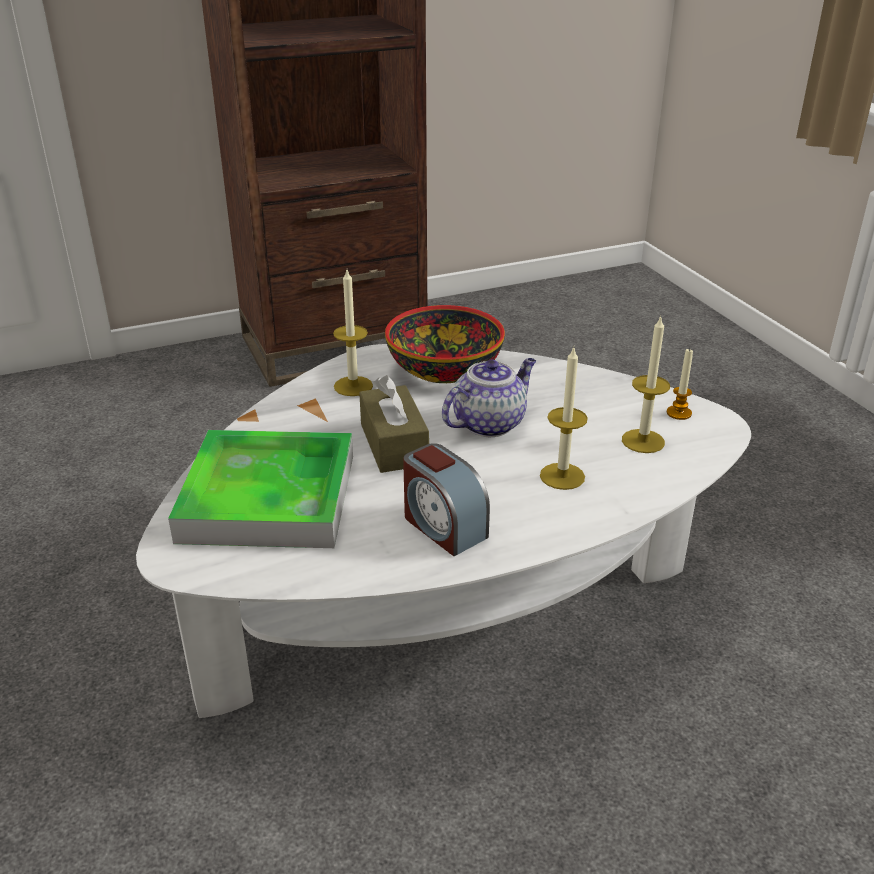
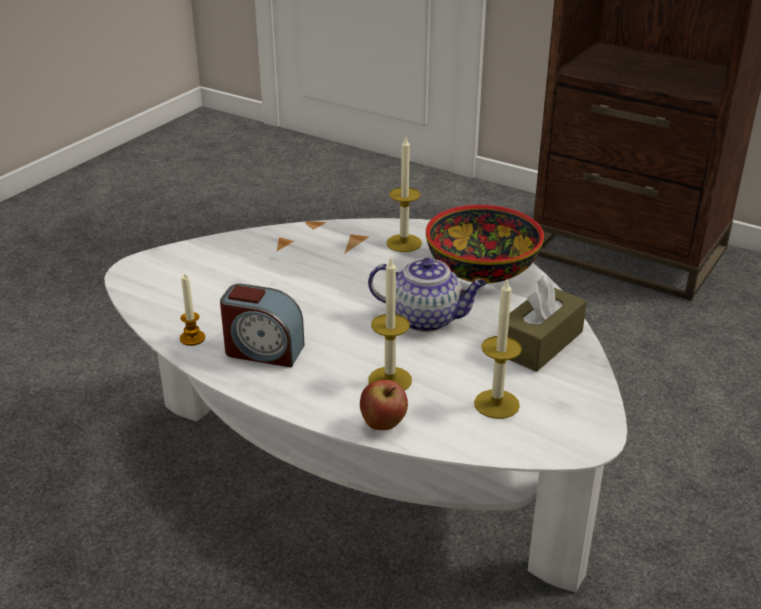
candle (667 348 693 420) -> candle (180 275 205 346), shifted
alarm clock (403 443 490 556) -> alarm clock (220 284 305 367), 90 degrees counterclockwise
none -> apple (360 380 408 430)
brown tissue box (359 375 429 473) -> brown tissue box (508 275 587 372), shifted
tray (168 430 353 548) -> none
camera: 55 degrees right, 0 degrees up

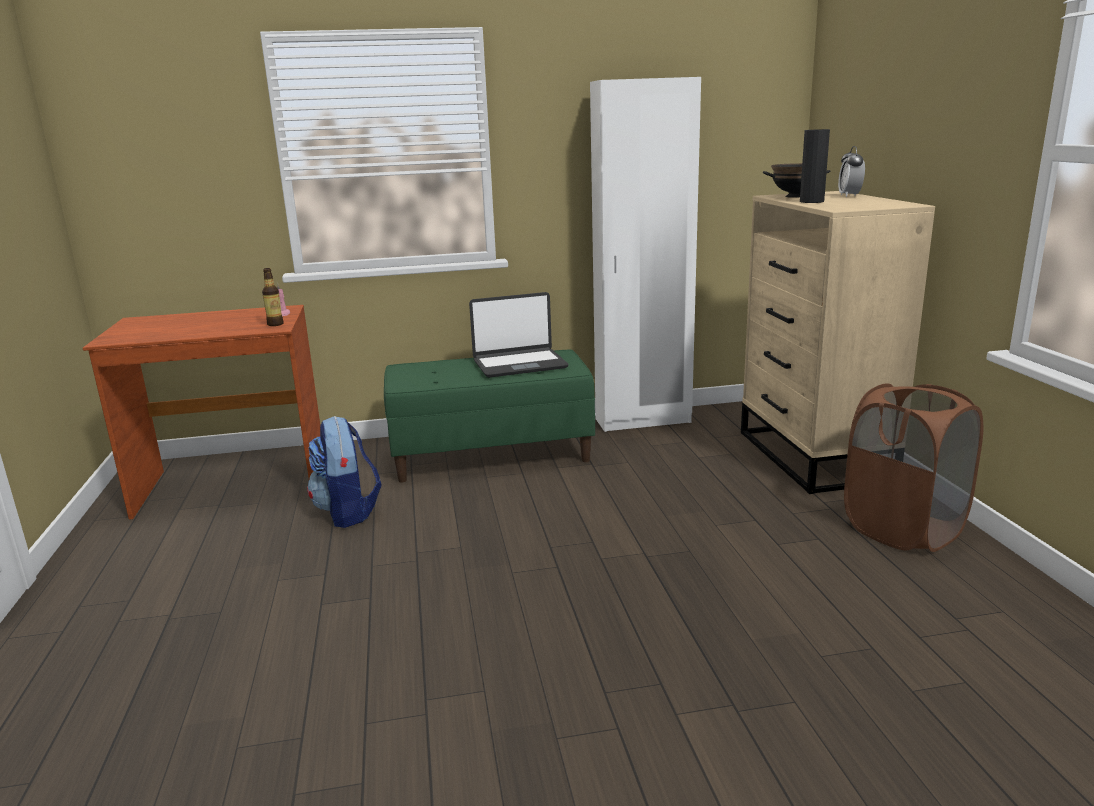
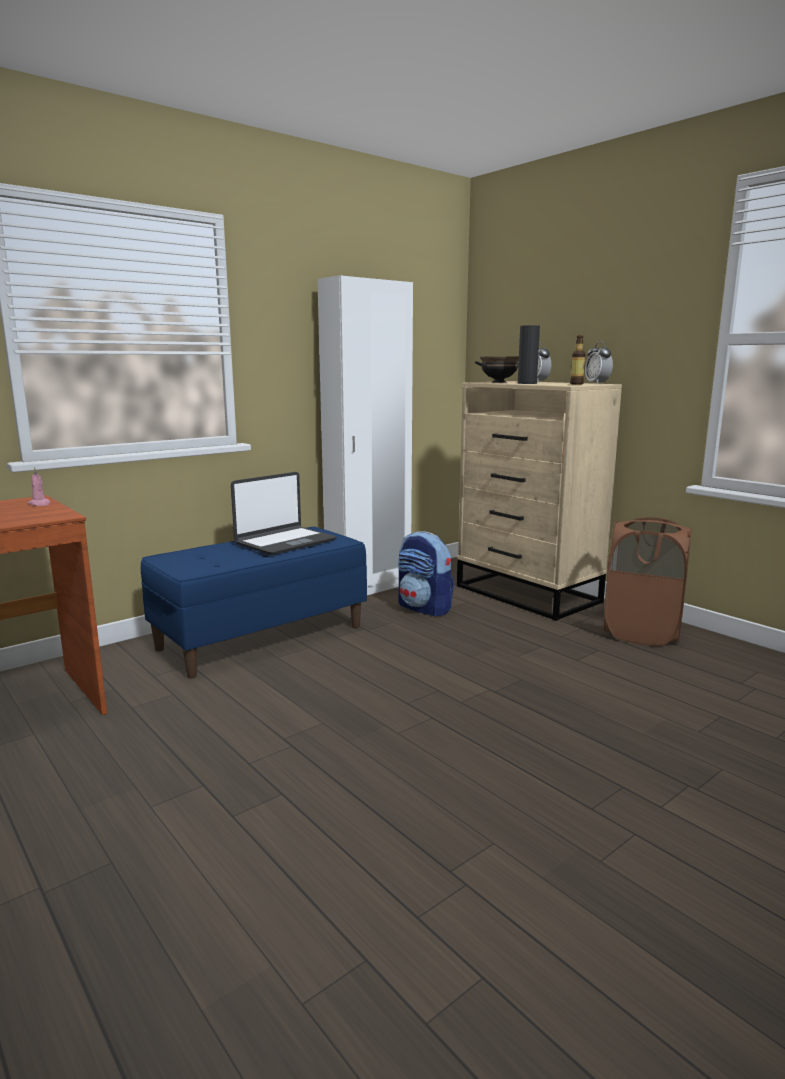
green bench (384 349 595 483) -> blue bench (141 527 367 679)
backpack (307 416 381 528) -> backpack (398 532 454 616), shifted
bottle (262 268 284 326) -> bottle (570 335 586 384), shifted
none -> alarm clock (585 341 613 384)
camera: 30 degrees left, 5 degrees down

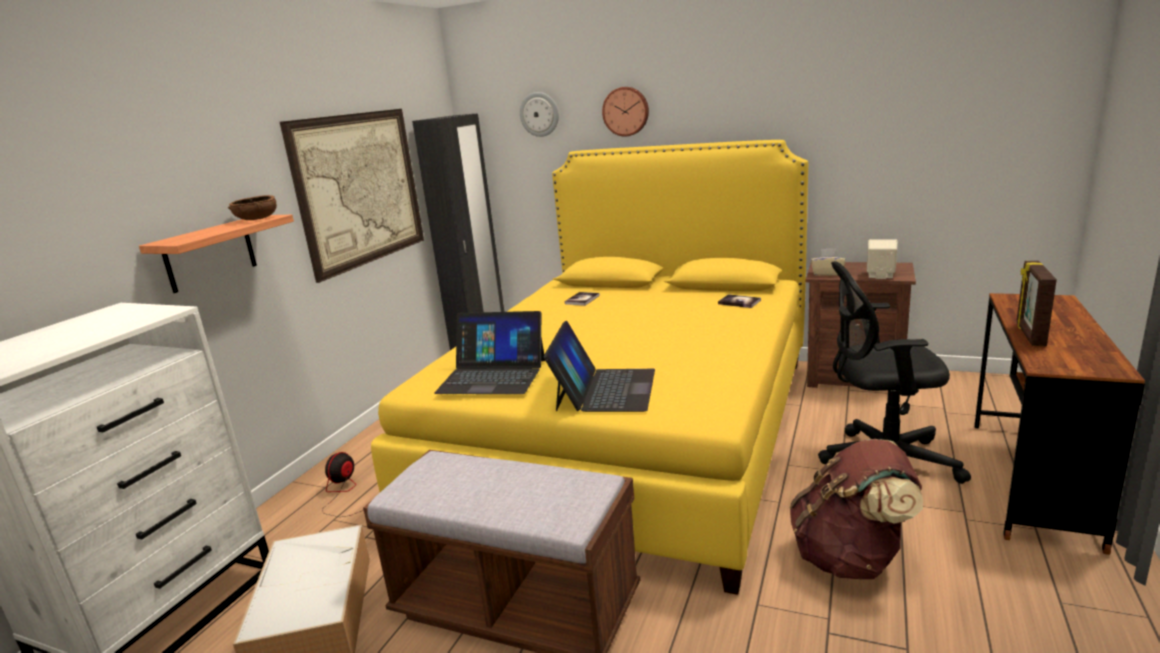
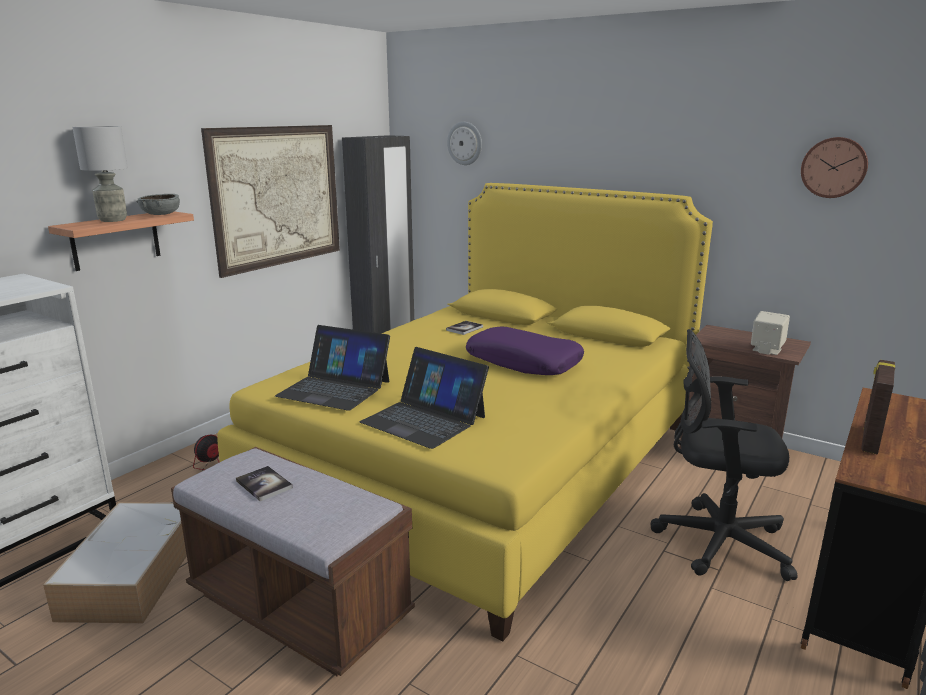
none -> grey table lamp (72 126 128 222)
brown bowl (228 195 277 220) -> grey bowl (136 194 180 215)
book (718 294 761 308) -> book (236 466 293 501), shifted
laptop (543 321 655 412) -> laptop (360 347 489 449), 105 degrees clockwise
none -> purple pillow (466 327 584 375)
wall clock (602 87 649 136) -> wall clock (801 137 868 198), shifted
brown backpack (790 439 923 579) -> none
beige tissue box (811 249 846 276) -> none
camera: 10 degrees right, 0 degrees up

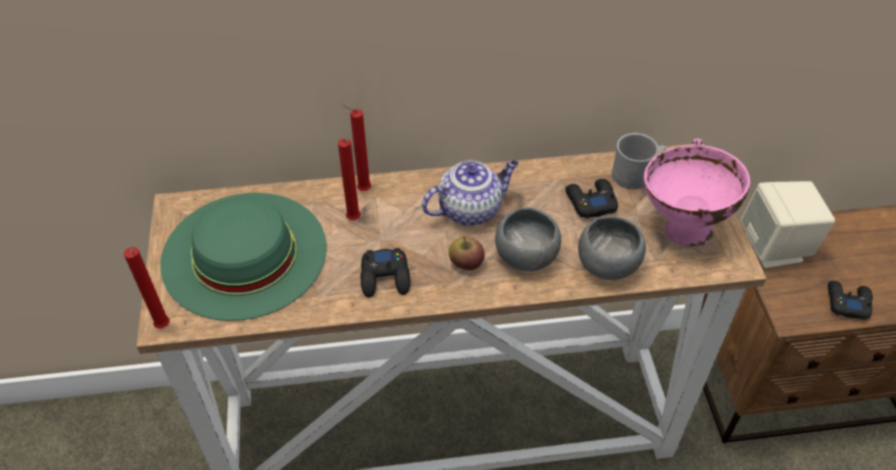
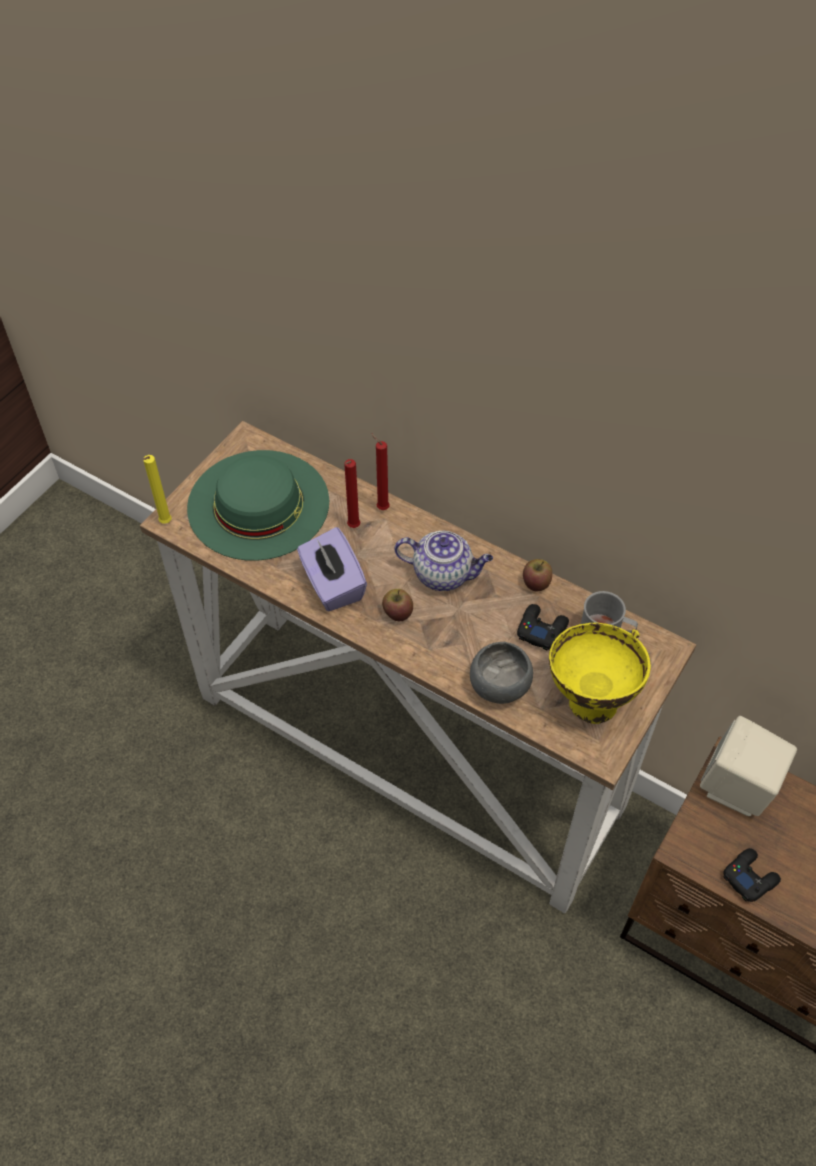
red candle (124 247 170 329) -> yellow candle (143 455 172 524)
black game controller (360 248 410 297) -> purple tissue box (297 527 367 611)
none -> apple (523 559 552 591)
pink bowl (644 138 750 246) -> yellow bowl (549 623 651 724)
grey bowl (495 207 561 271) -> none
camera: 40 degrees right, 5 degrees up

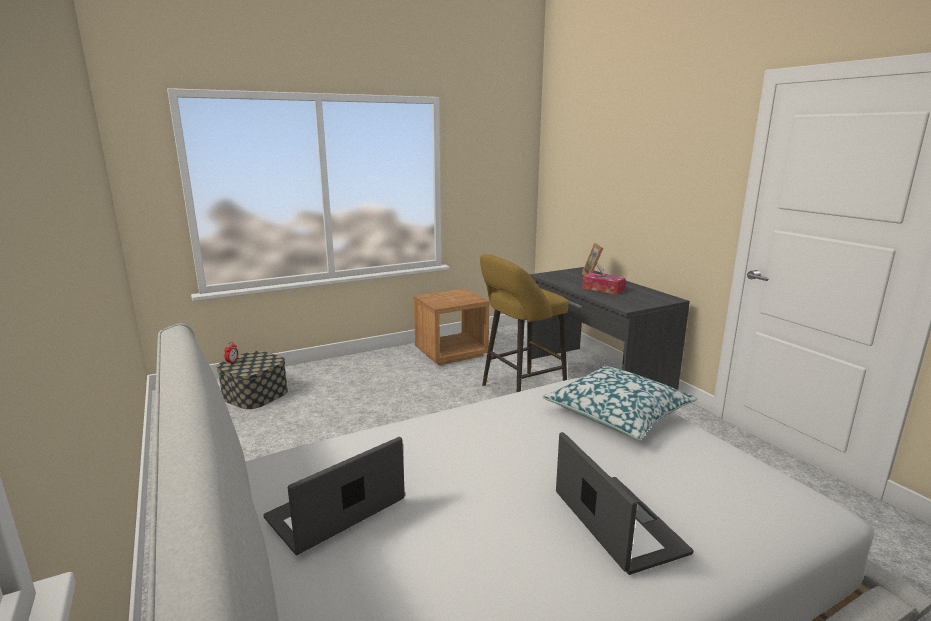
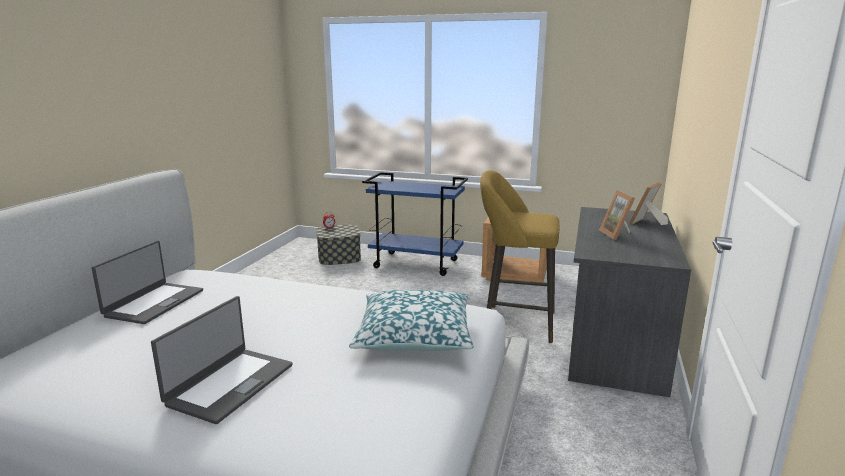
laptop (263 437 405 555) -> laptop (92 241 203 324), 105 degrees clockwise
none -> blue cart (362 172 468 276)
tissue box (582 273 626 295) -> picture frame (599 190 635 240)
camera: 45 degrees right, 0 degrees up

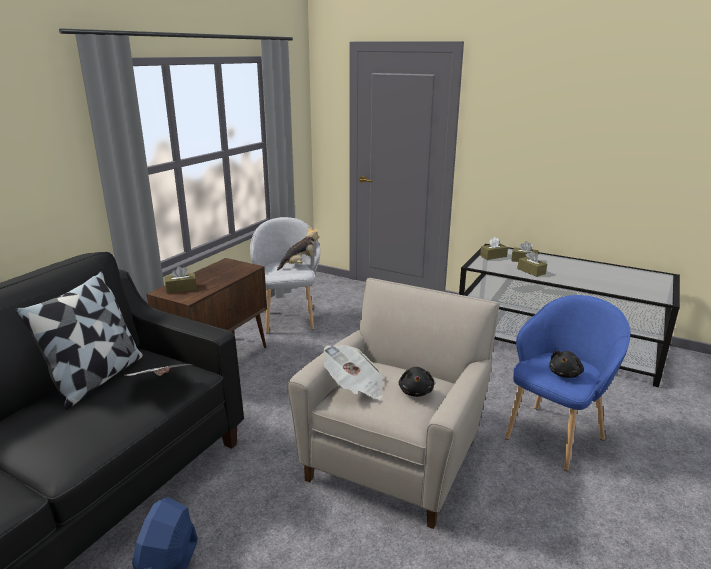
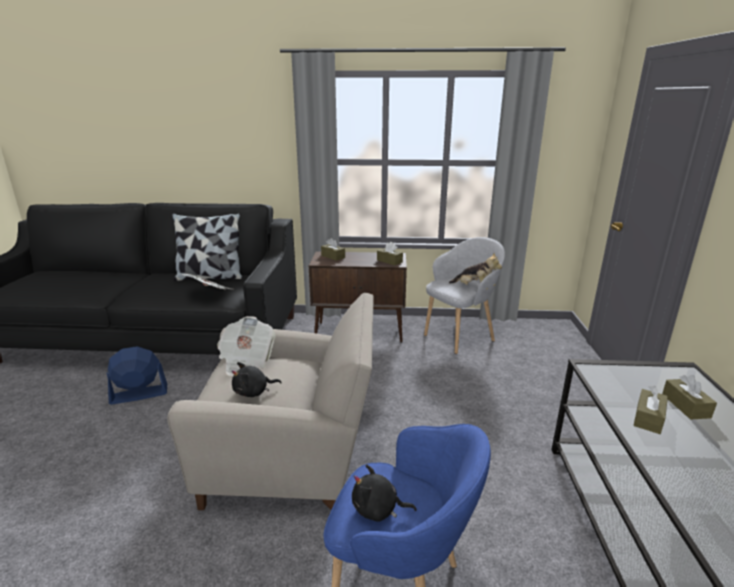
brown tissue box (480 237 508 260) -> brown tissue box (377 242 403 265), shifted
camera: 65 degrees right, 0 degrees up

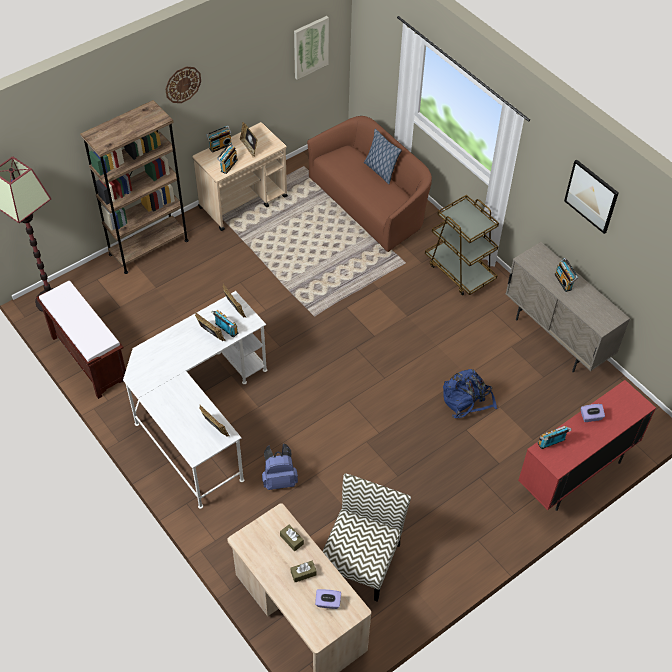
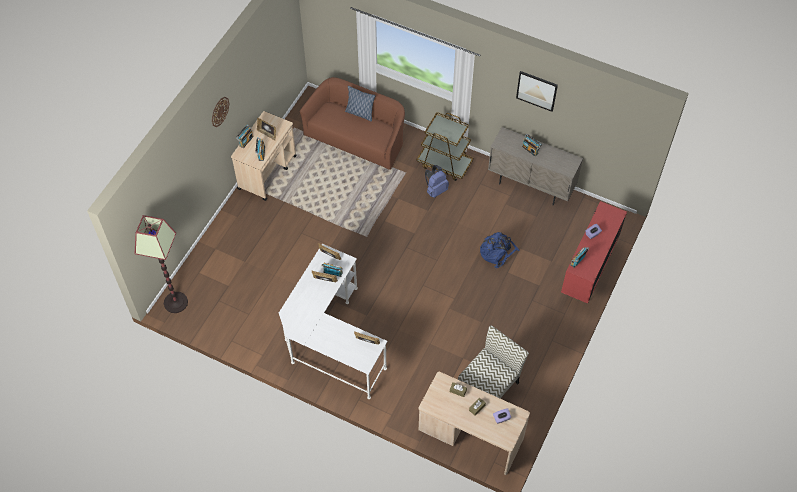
blue backpack (262 444 298 490) -> blue backpack (425 165 449 198), shifted
chair (322 473 411 602) -> chair (458 325 529 399), 45 degrees clockwise
brown bench (36 281 126 399) -> none
brown bookcase (80 100 189 274) -> none
picture (294 16 329 80) -> none
camera: 25 degrees left, 5 degrees up

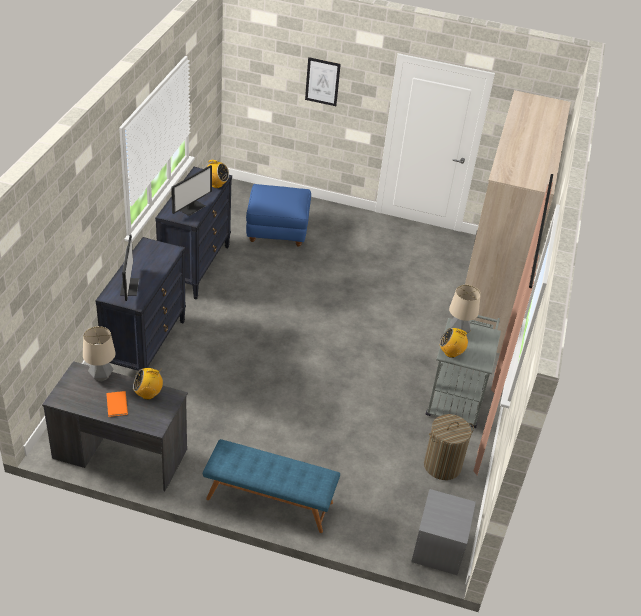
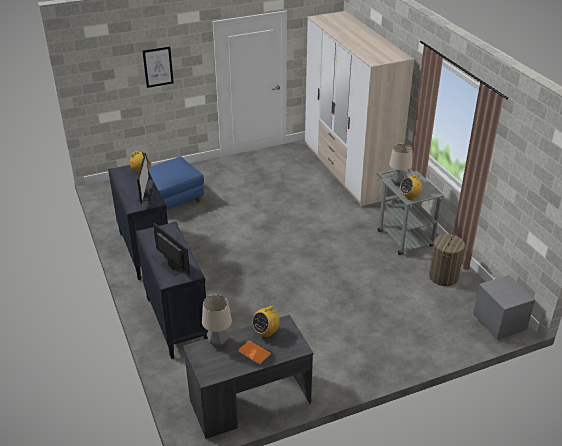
blue bench (203 439 340 533) -> none
camera: 35 degrees left, 5 degrees down

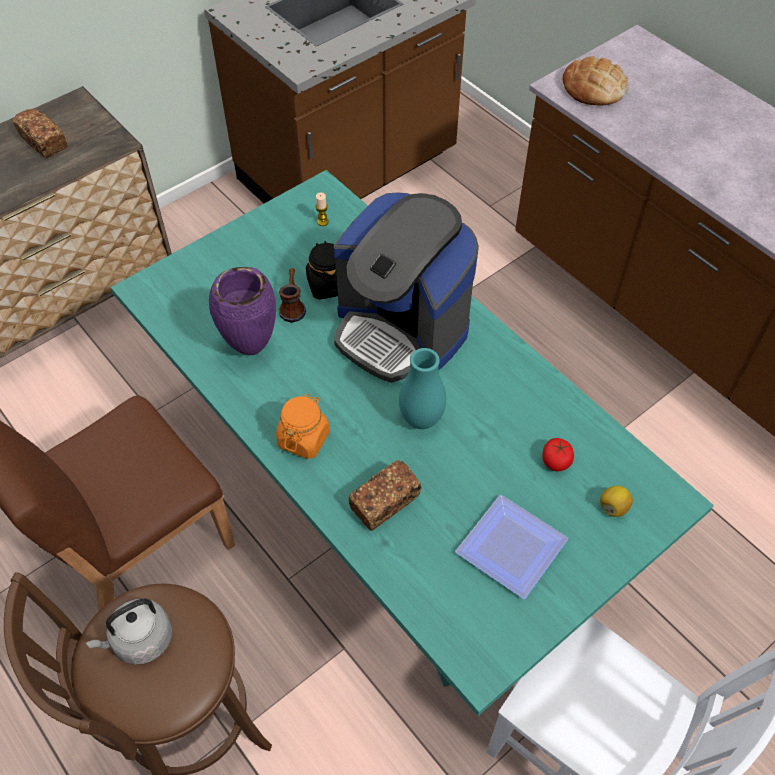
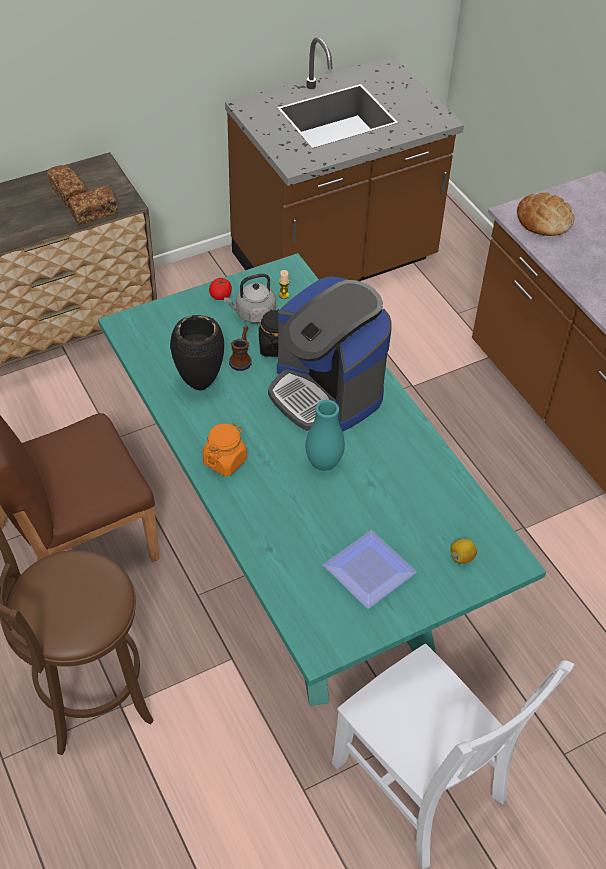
bread (349 460 422 531) -> bread (68 186 117 225), shifted
purple vase (209 267 276 355) -> black vase (170 315 224 391)
tomato (542 438 574 471) -> tomato (209 278 232 300), shifted
grey kettle (86 598 172 665) -> grey kettle (224 273 276 323), shifted
camera: 10 degrees right, 5 degrees down

